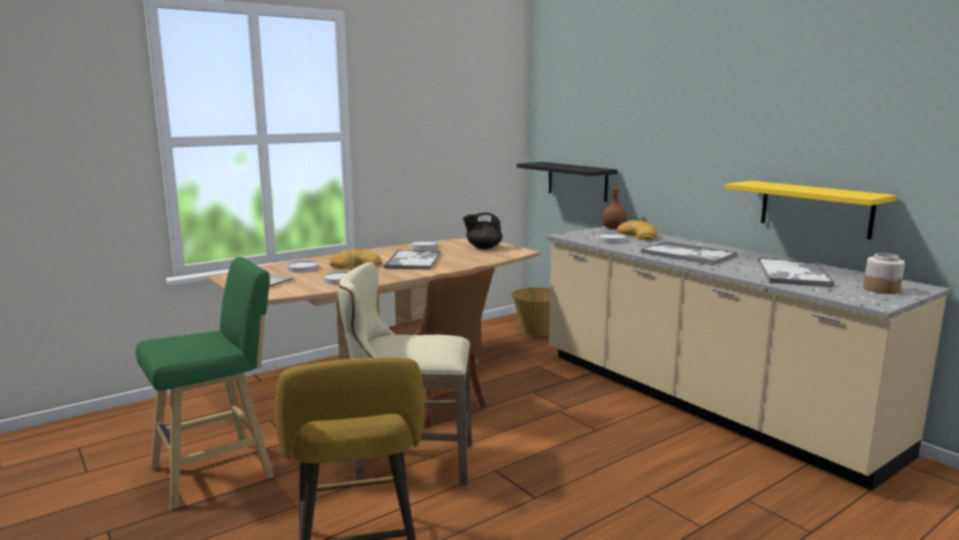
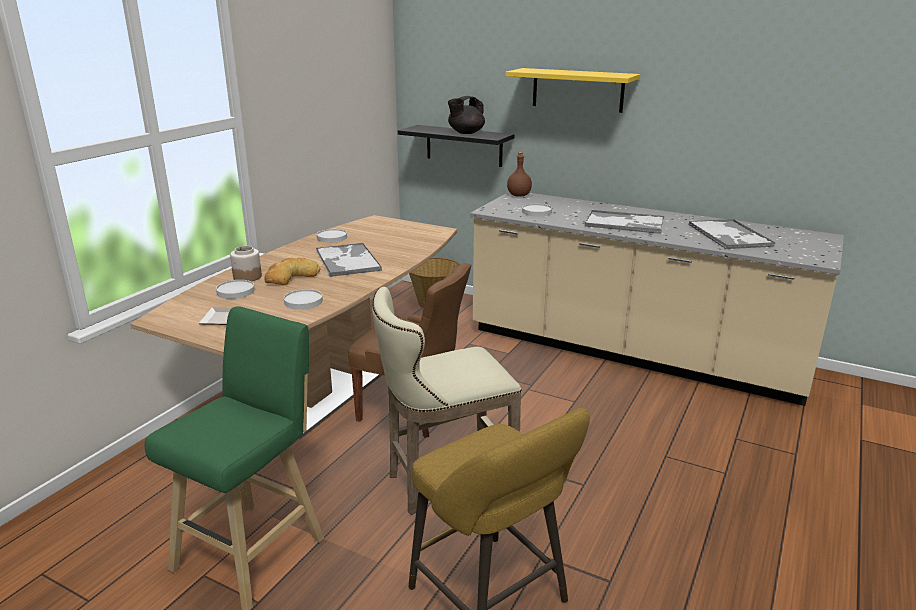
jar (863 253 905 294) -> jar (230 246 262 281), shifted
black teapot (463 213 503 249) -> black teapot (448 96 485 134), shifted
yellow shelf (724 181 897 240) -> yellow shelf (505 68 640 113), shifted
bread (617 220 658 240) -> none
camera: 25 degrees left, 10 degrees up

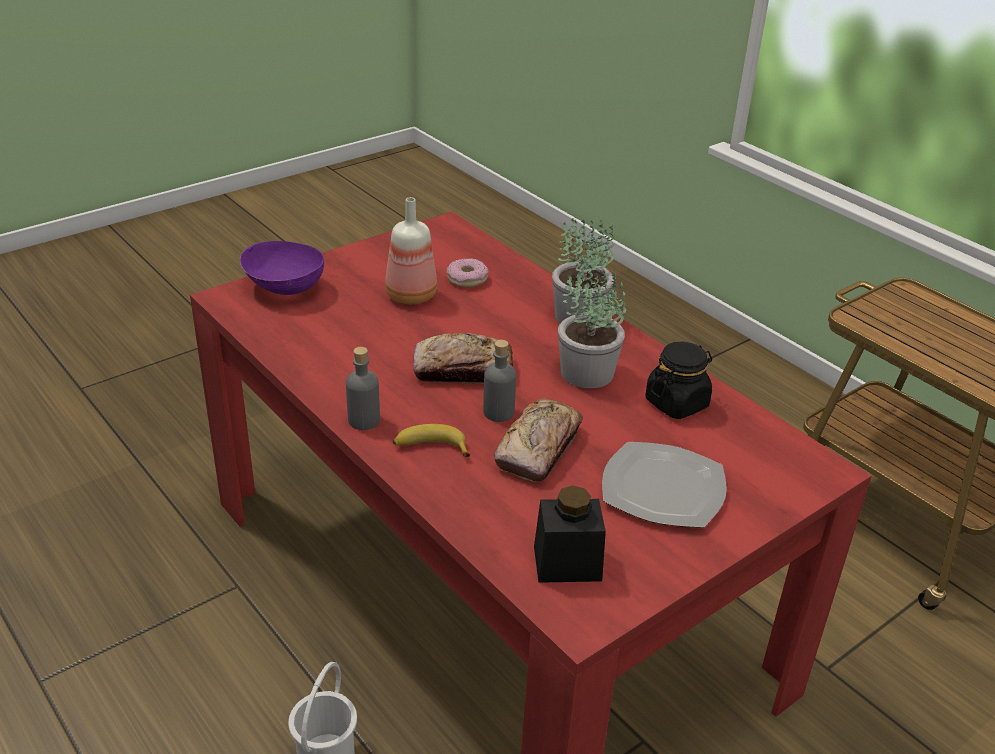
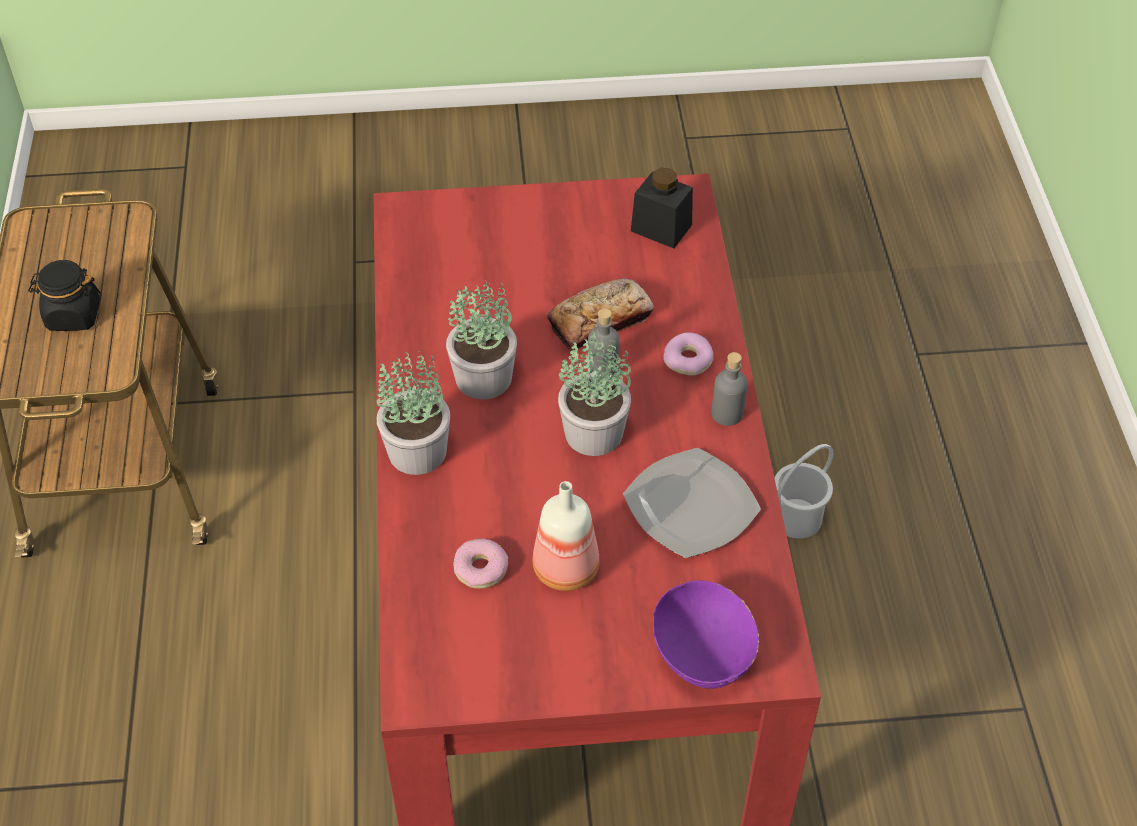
black jar (645 342 712 419) -> black jar (28 260 102 331), shifted
bread (413 333 513 384) -> potted plant (558 331 631 456)
plate (602 442 727 528) -> plate (623 448 761 558), shifted
banana (393 424 470 457) -> donut (664 333 714 375)
camera: 145 degrees left, 15 degrees up

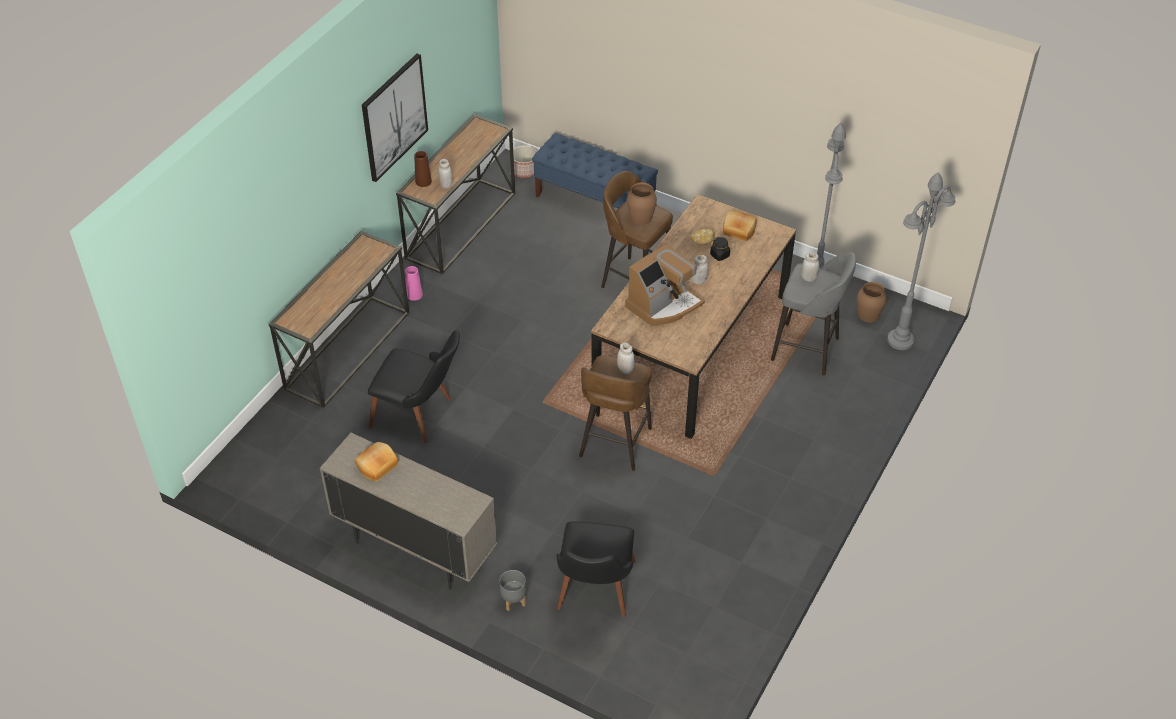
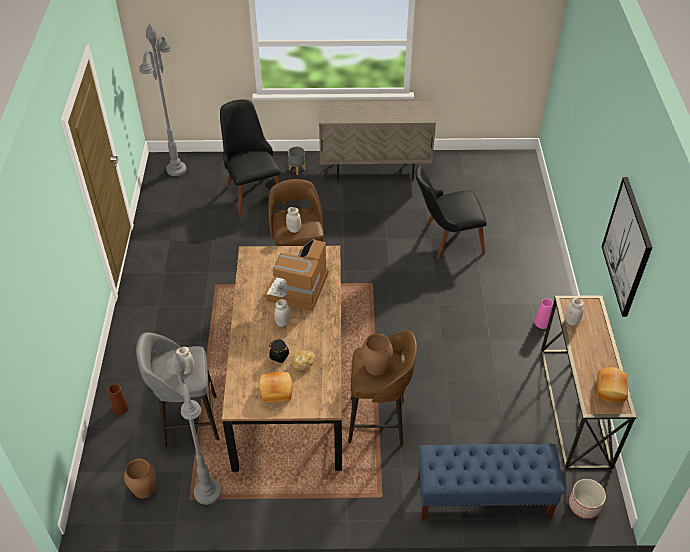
brown vase (414 151 432 187) -> brown vase (108 384 129 415), shifted
grey floor lamp (887 172 955 350) -> grey floor lamp (140 24 186 176), shifted
bread (355 442 398 482) -> bread (597 367 628 403), shifted
console table (268 231 409 408) -> none
camera: 150 degrees right, 0 degrees up

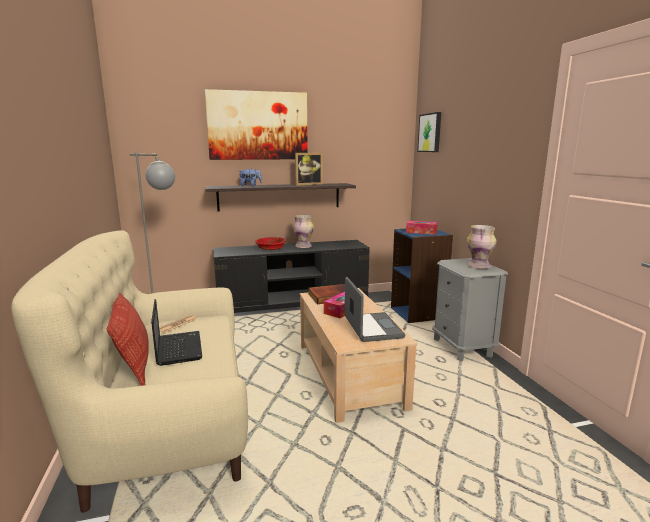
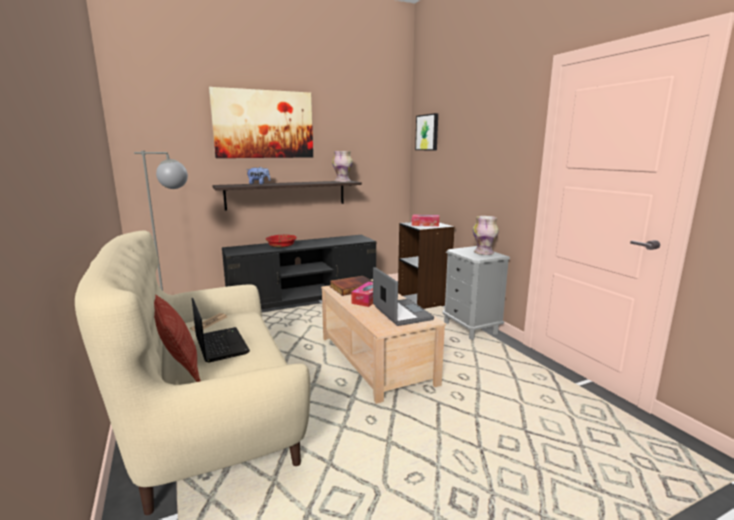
vase (293 215 314 248) -> vase (332 151 353 182), shifted
blue bookcase (391 229 453 323) -> black bookcase (398 222 455 309)
picture frame (295 153 323 186) -> none
camera: 10 degrees left, 0 degrees up

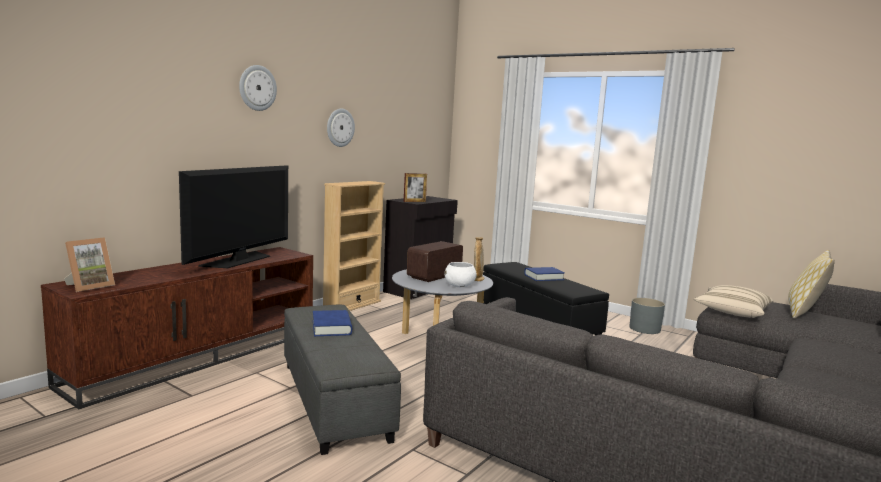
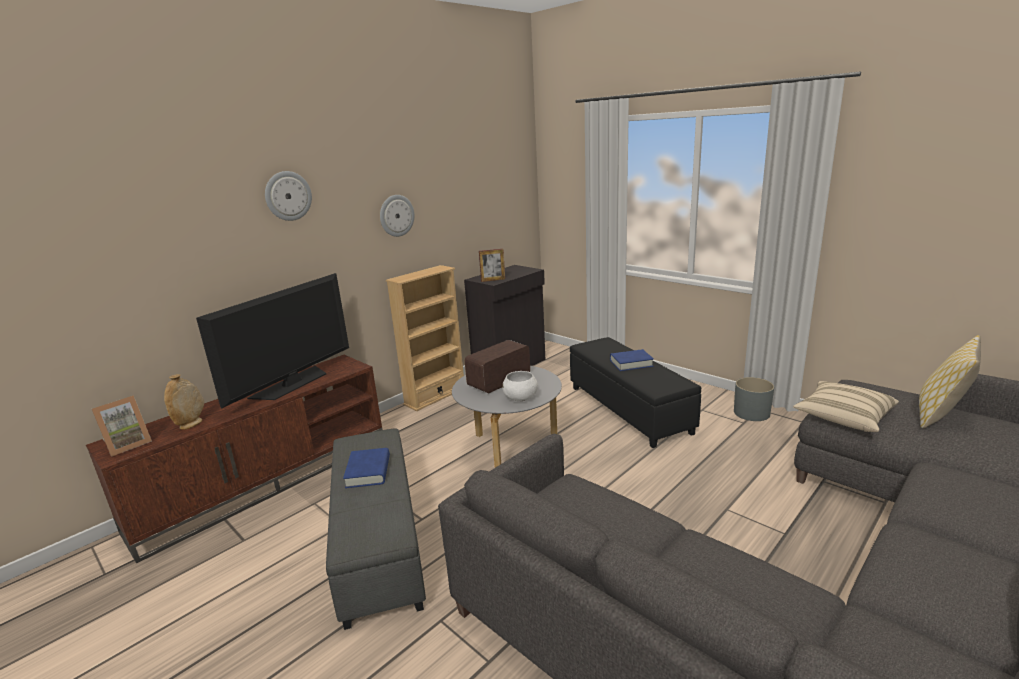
beige vase (474 237 485 281) -> beige vase (164 374 204 430), shifted
camera: 10 degrees right, 10 degrees up

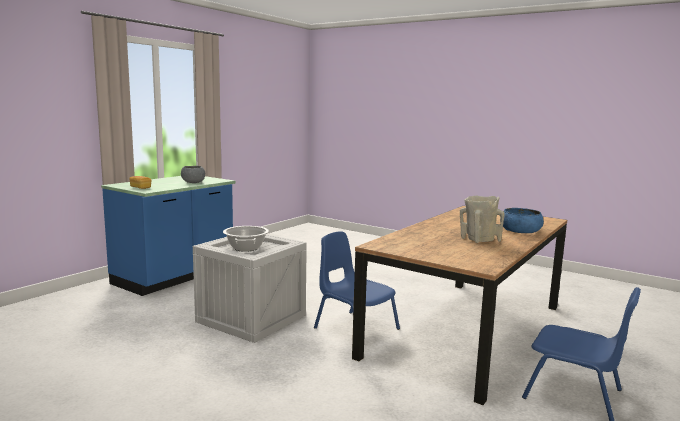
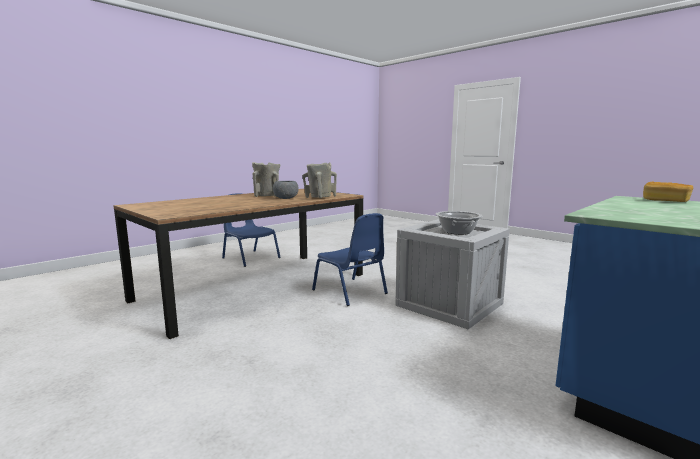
grey bowl (181 166 205 183) -> grey bowl (273 181 299 199), shifted
none -> beige vase (303 162 337 198)
blue bowl (500 208 544 233) -> none
camera: 170 degrees left, 0 degrees up

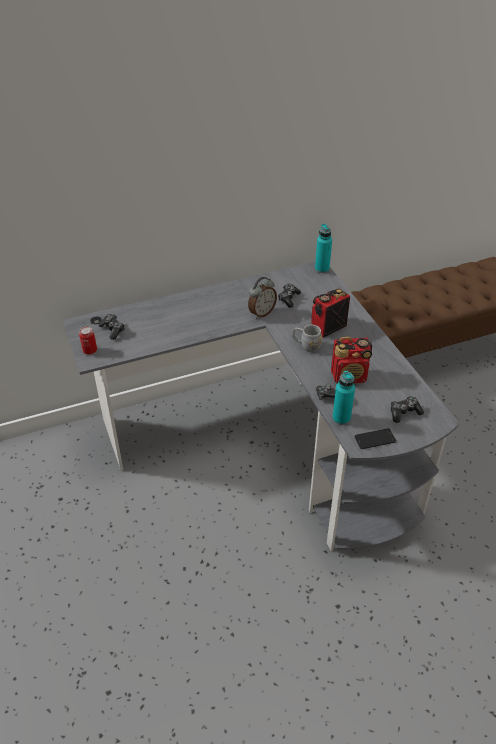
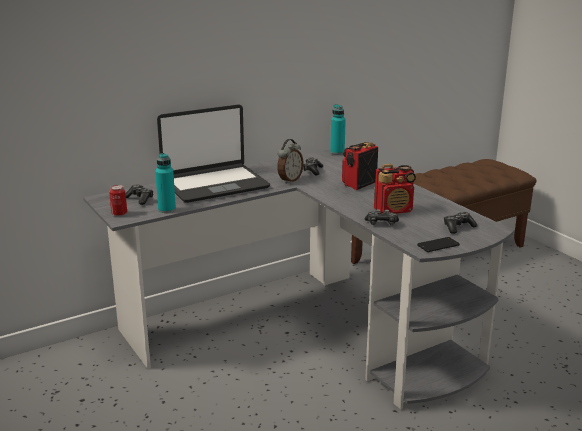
turquoise bottle (332 371 355 425) -> turquoise bottle (155 153 176 213), shifted
none -> laptop (157 104 270 203)
grey mug (292 325 322 352) -> none
camera: 10 degrees left, 20 degrees down

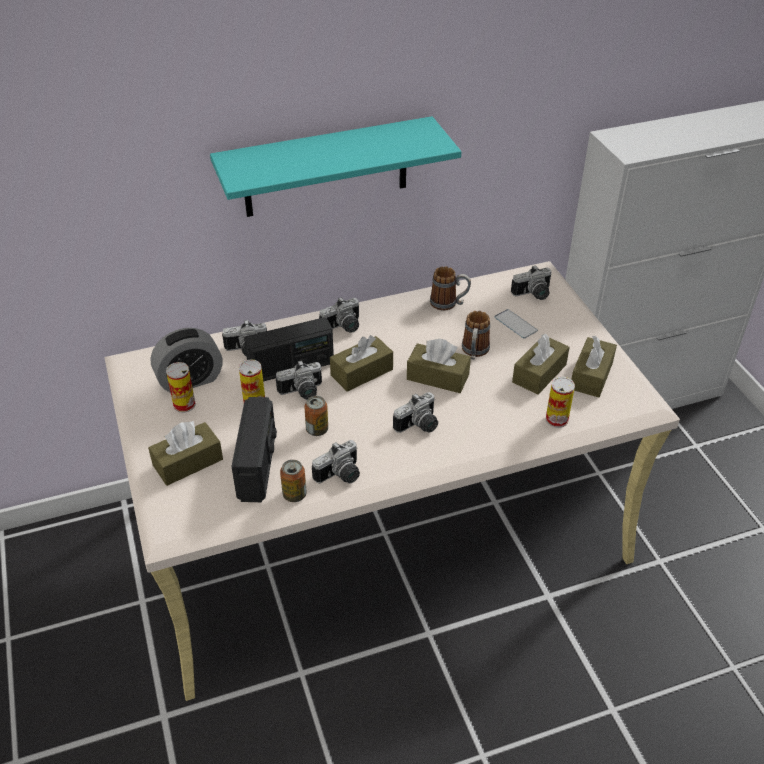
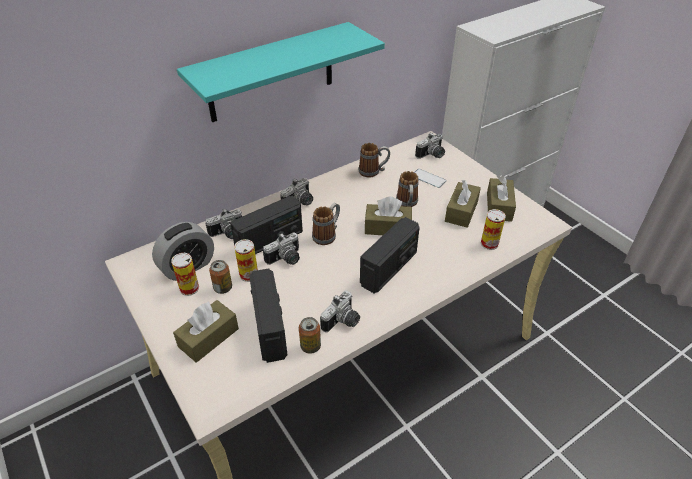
can (304 396 328 436) -> can (209 260 232 294), shifted
brown tissue box (330 335 393 392) -> mug (312 203 340 245)
photo camera (393 392 438 433) -> radio (360 217 420 294)
camera: 15 degrees left, 0 degrees up

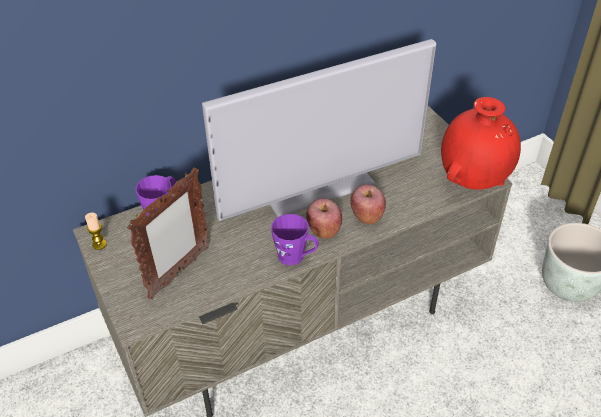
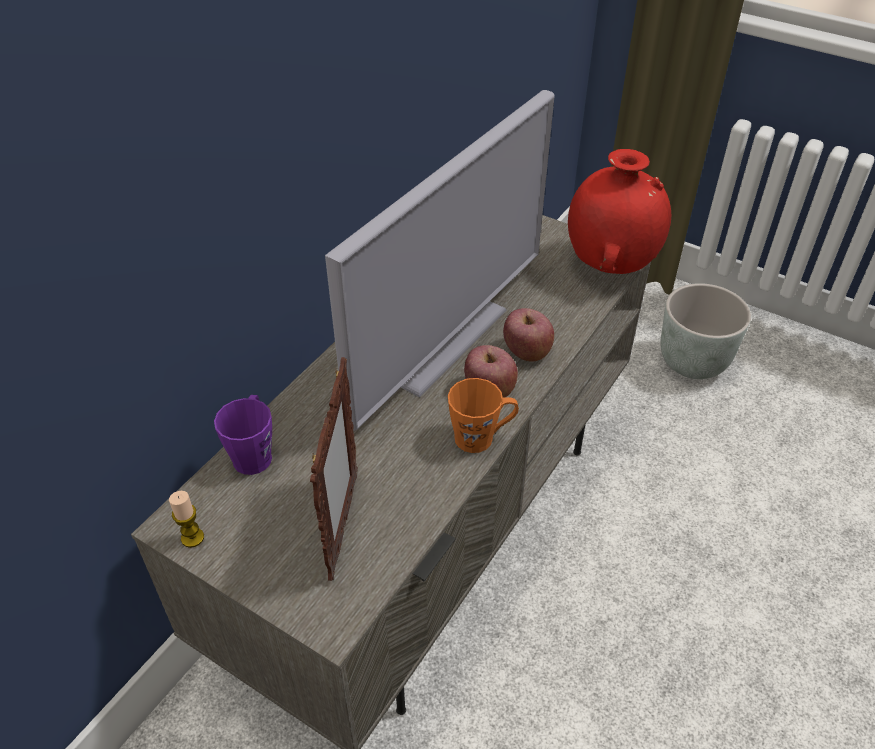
purple mug (271 214 319 265) -> orange mug (448 378 519 453)
camera: 30 degrees left, 0 degrees up

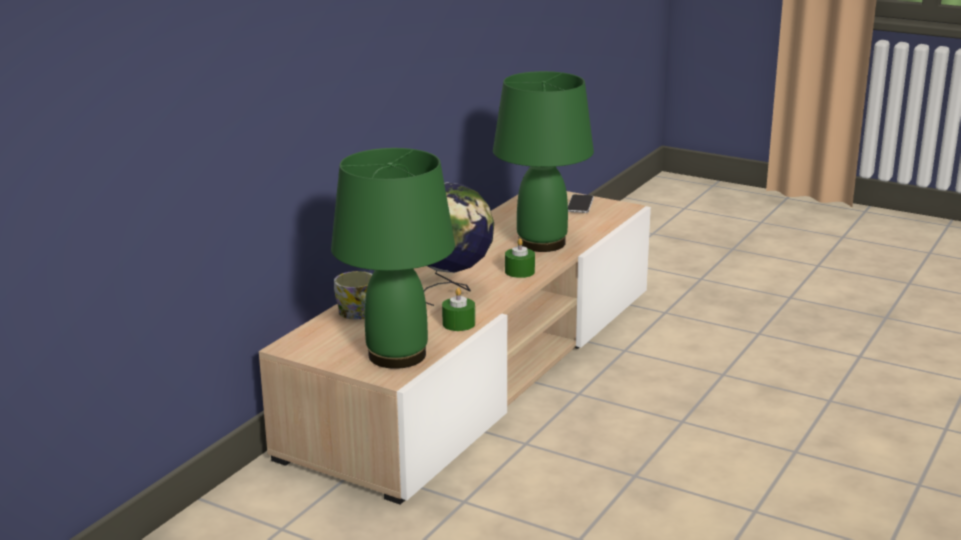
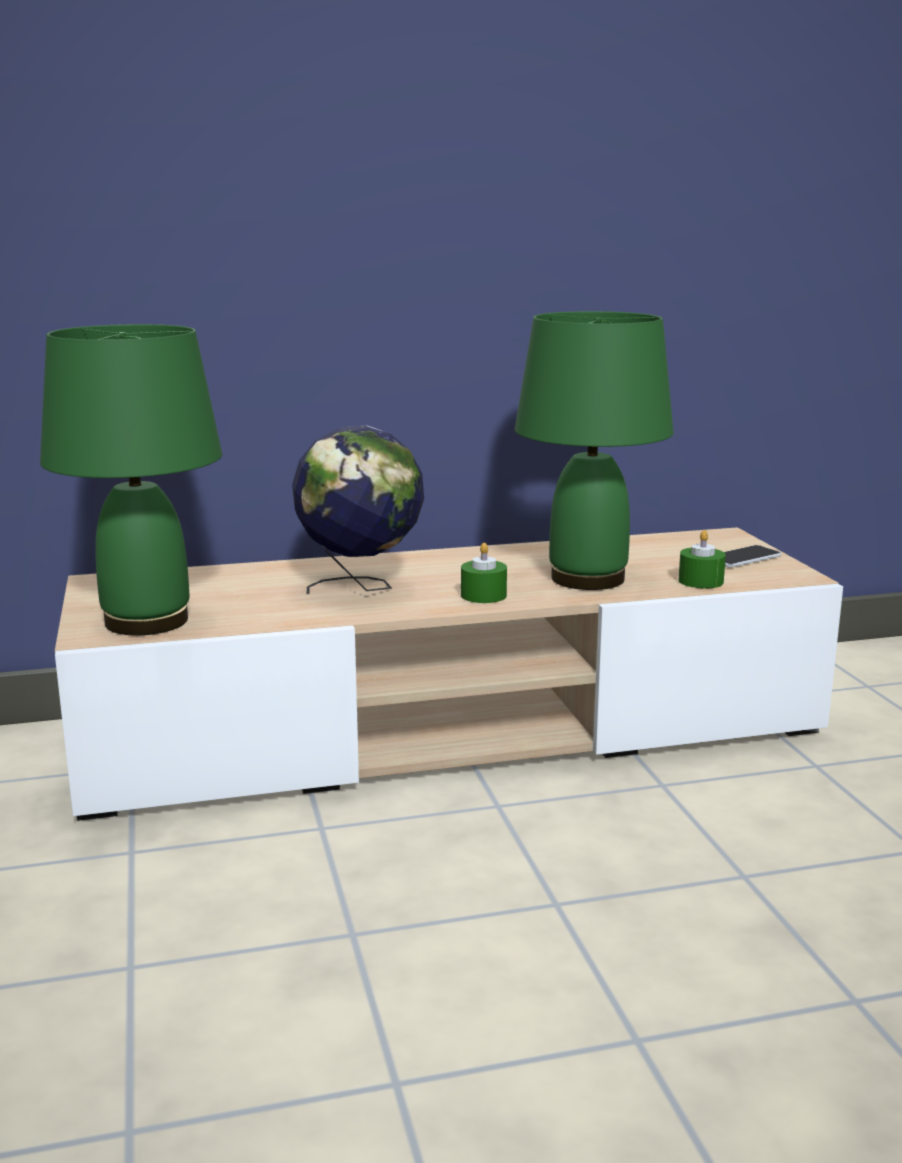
green candle (442 288 475 331) -> green candle (679 530 726 589), shifted
mug (334 271 372 320) -> none
camera: 45 degrees right, 5 degrees down

